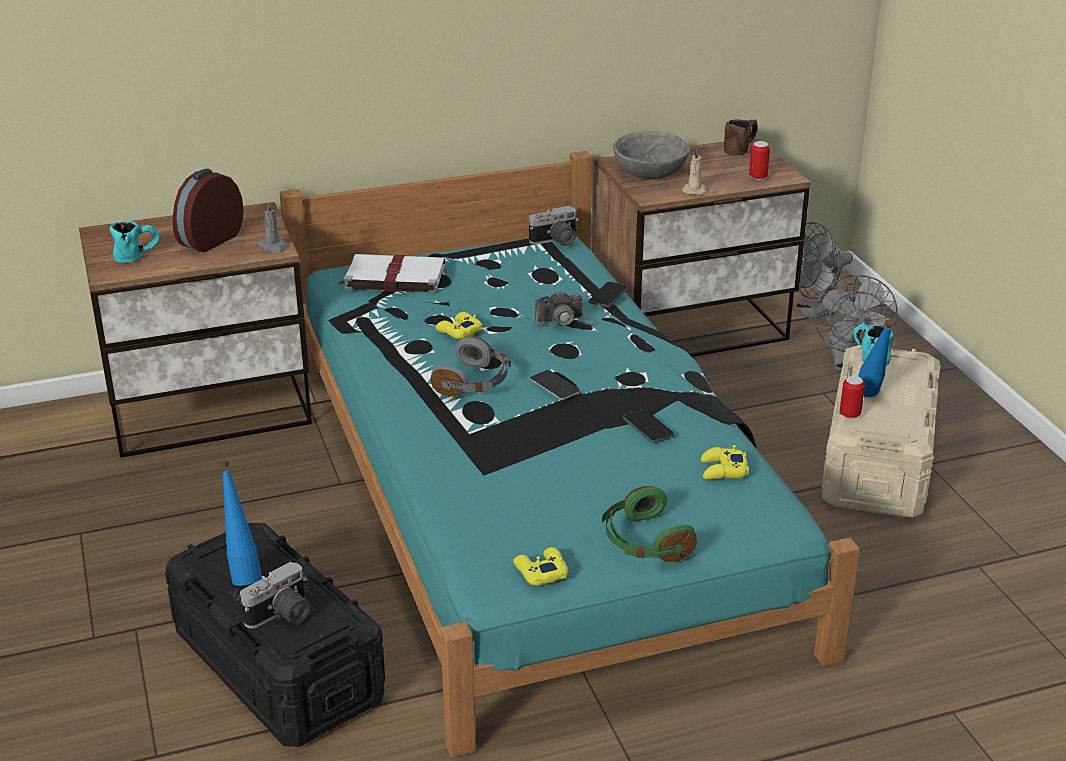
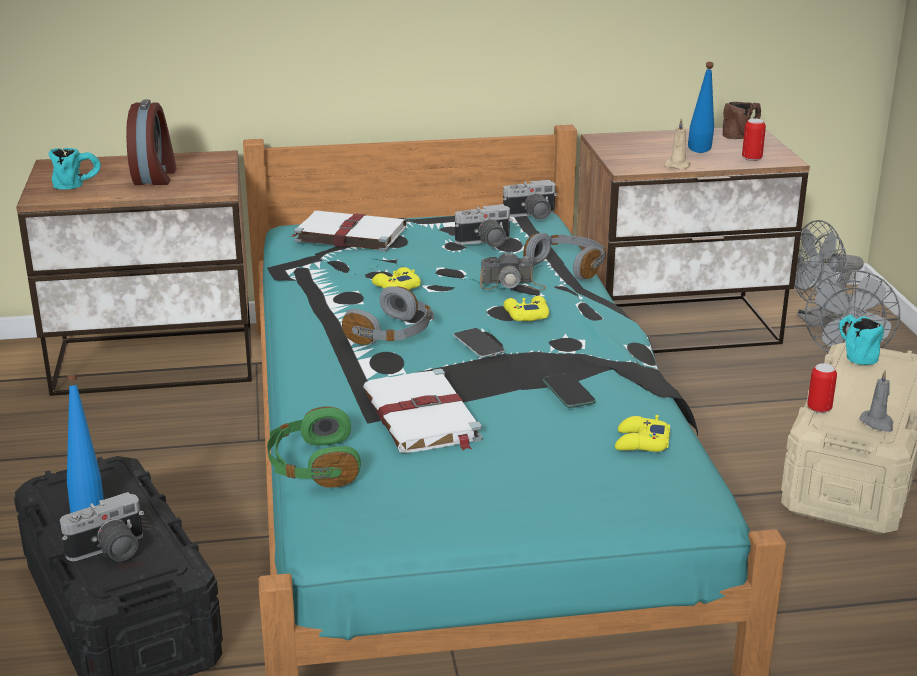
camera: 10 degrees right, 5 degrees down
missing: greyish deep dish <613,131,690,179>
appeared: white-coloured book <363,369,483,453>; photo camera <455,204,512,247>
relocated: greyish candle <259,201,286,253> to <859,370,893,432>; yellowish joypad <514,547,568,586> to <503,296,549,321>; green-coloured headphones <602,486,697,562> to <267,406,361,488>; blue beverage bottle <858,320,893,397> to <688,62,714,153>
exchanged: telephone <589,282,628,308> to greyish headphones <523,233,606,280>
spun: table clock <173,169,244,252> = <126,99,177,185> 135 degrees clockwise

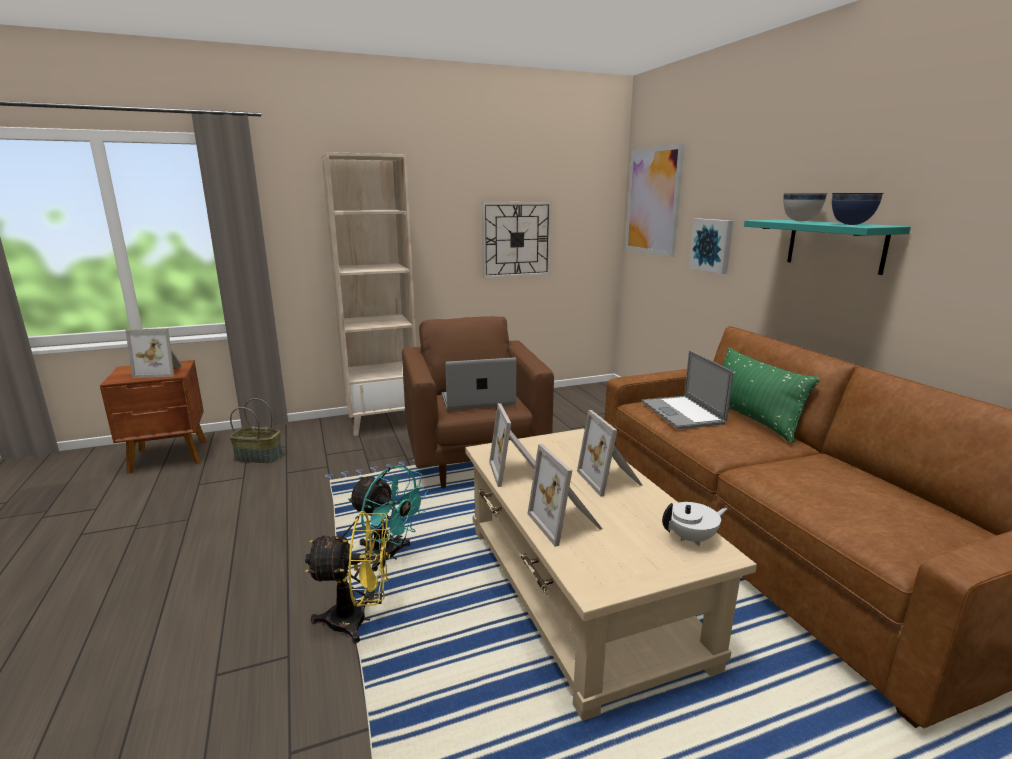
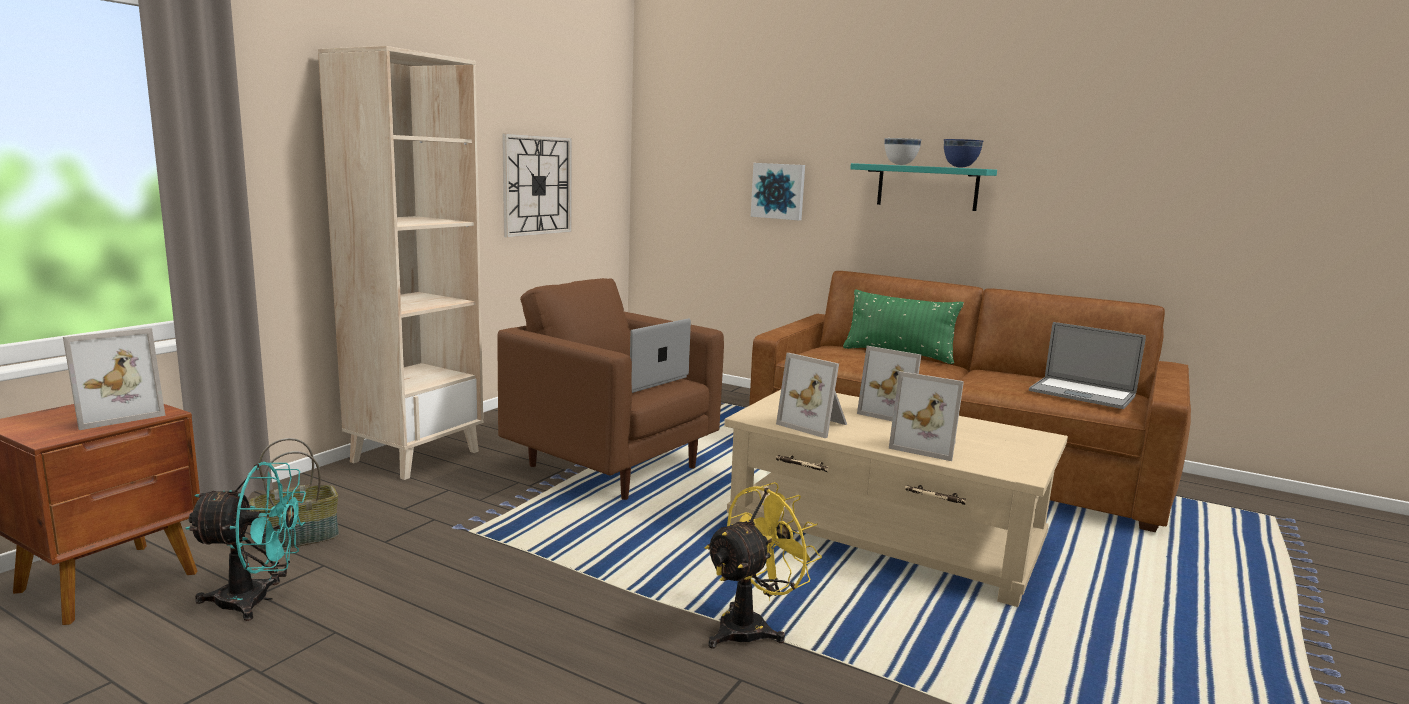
camera: 40 degrees left, 5 degrees down
missing: wall art <625,143,685,257>; white-coloured pot for tea <662,502,727,546>
relocated: turquoise-coloured electric fan <348,465,428,571> to <185,462,306,621>; laptop <641,350,733,429> to <1029,322,1146,409>

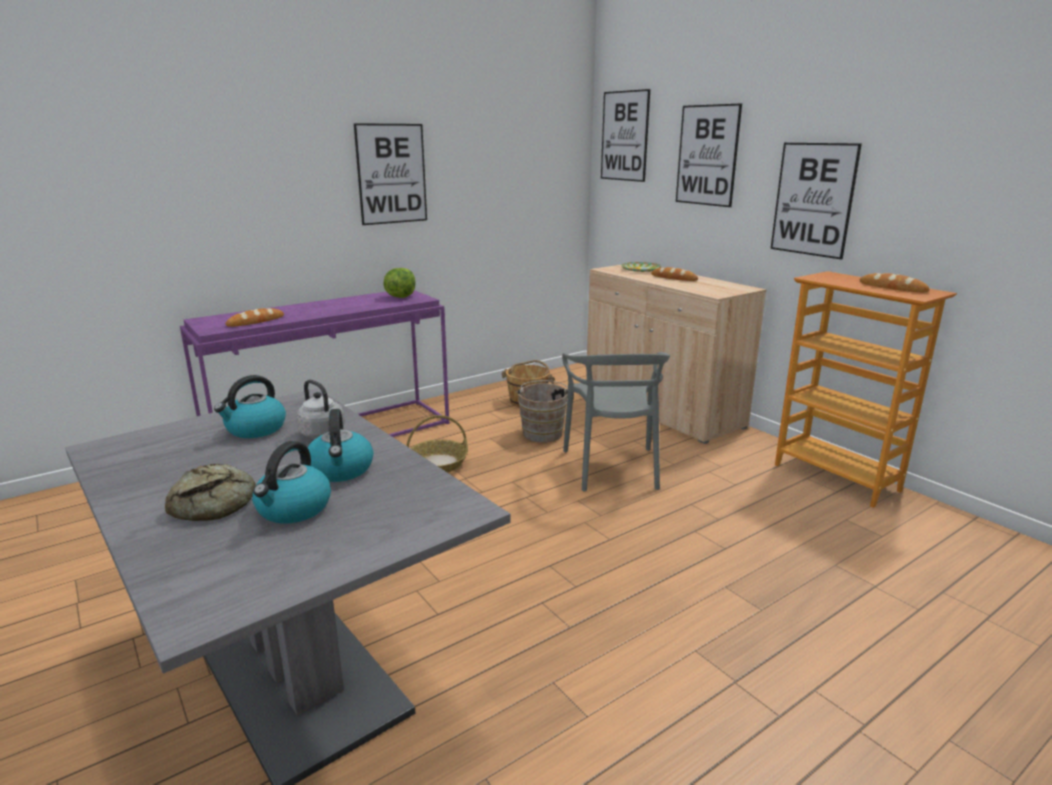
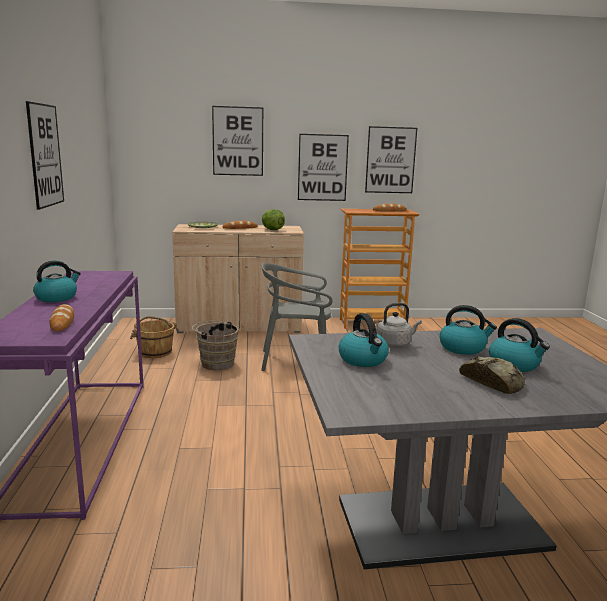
camera: 60 degrees left, 5 degrees down
missing: household basket <406,415,468,473>
appeared: tea kettle <33,260,81,302>
relocated: lettuce <383,268,415,298> to <262,209,285,230>; wall art <601,89,650,182> to <365,126,417,193>
spun: greyish upright chair <562,352,670,492> = <261,263,332,371> 150 degrees clockwise

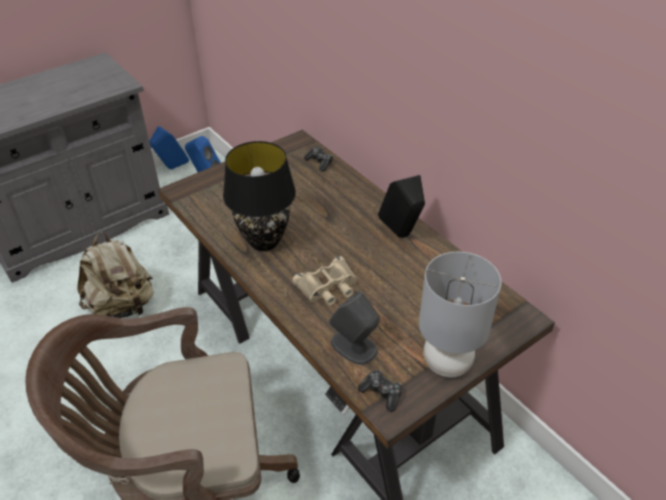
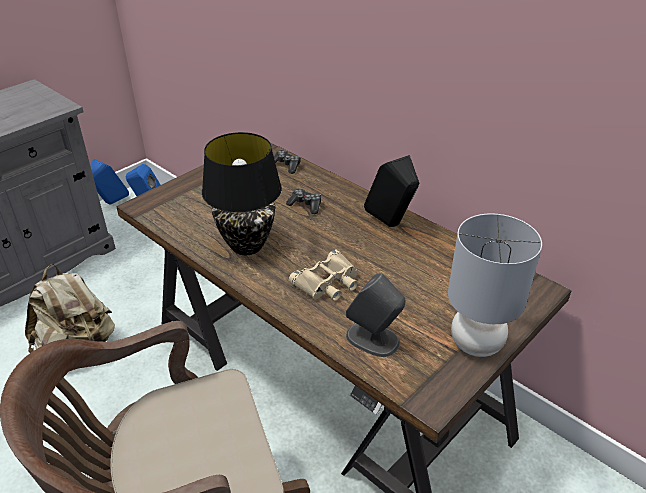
camera: 10 degrees left, 5 degrees down
relocated: joypad <358,370,402,412> to <286,189,321,214>

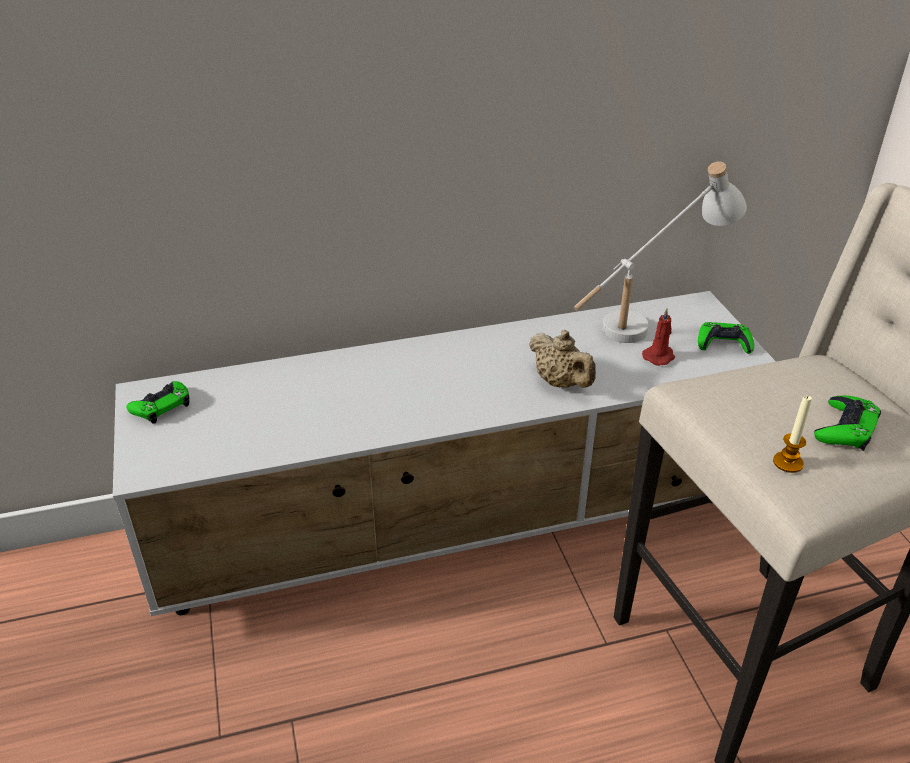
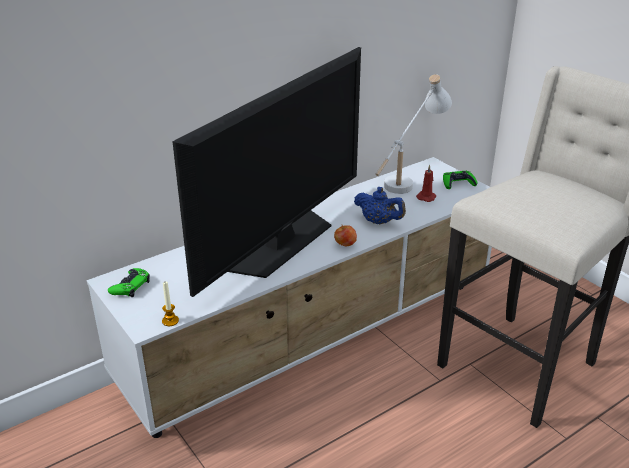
camera: 20 degrees left, 5 degrees down
missing: green-coloured joypad <814,396,881,451>
appeared: TV <172,47,361,297>; whole apple <334,225,357,246>
relocated: candle <773,395,812,473> to <162,281,179,326>
colour: beige-coloured pot for tea <529,330,596,388> to blue pot for tea <354,187,406,224>

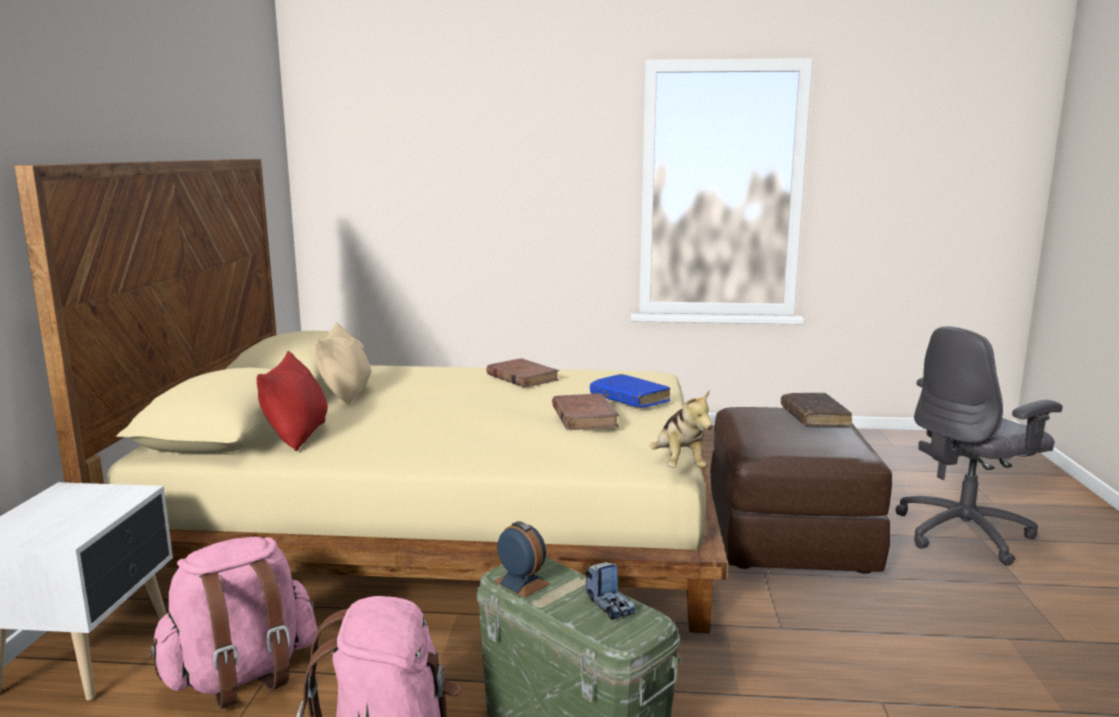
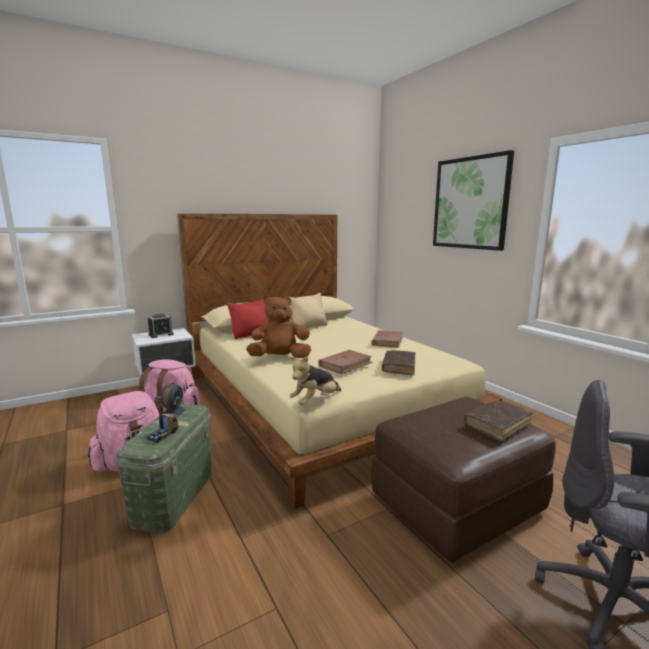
camera: 55 degrees right, 0 degrees up
appeared: table clock <148,314,174,338>; brown-coloured soft toy <246,295,311,358>; wall art <433,150,514,251>
colour: blue book <590,374,671,408> to brown-coloured book <382,350,416,375>

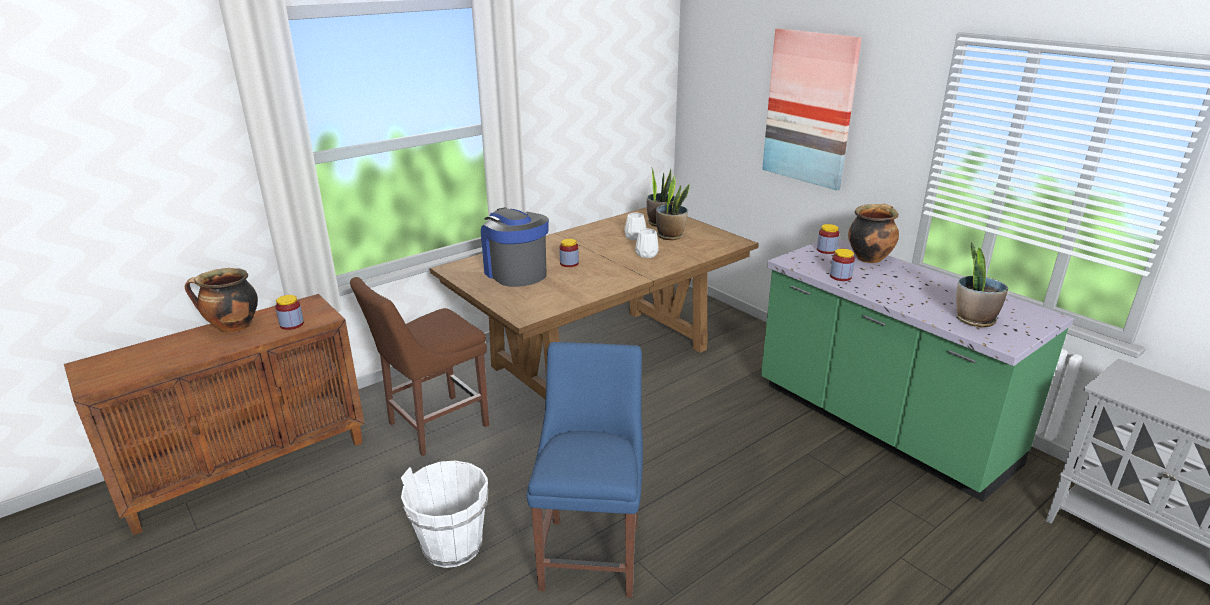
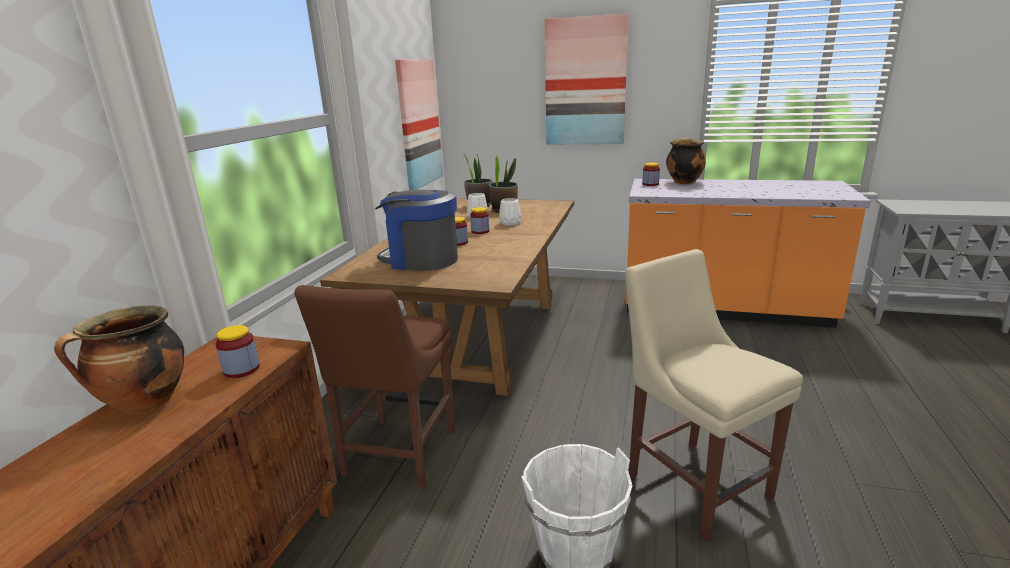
camera: 35 degrees left, 5 degrees down
missing: houseplant <956,241,1008,327>
appeared: wall art <395,60,443,190>
relocated: preserve jar <830,249,855,281> to <470,207,489,234>
colour: blue upright chair <527,342,643,598> to beige-coloured upright chair <625,249,803,541>; green-coloured counter <761,239,1074,502> to orange counter <626,179,871,328>

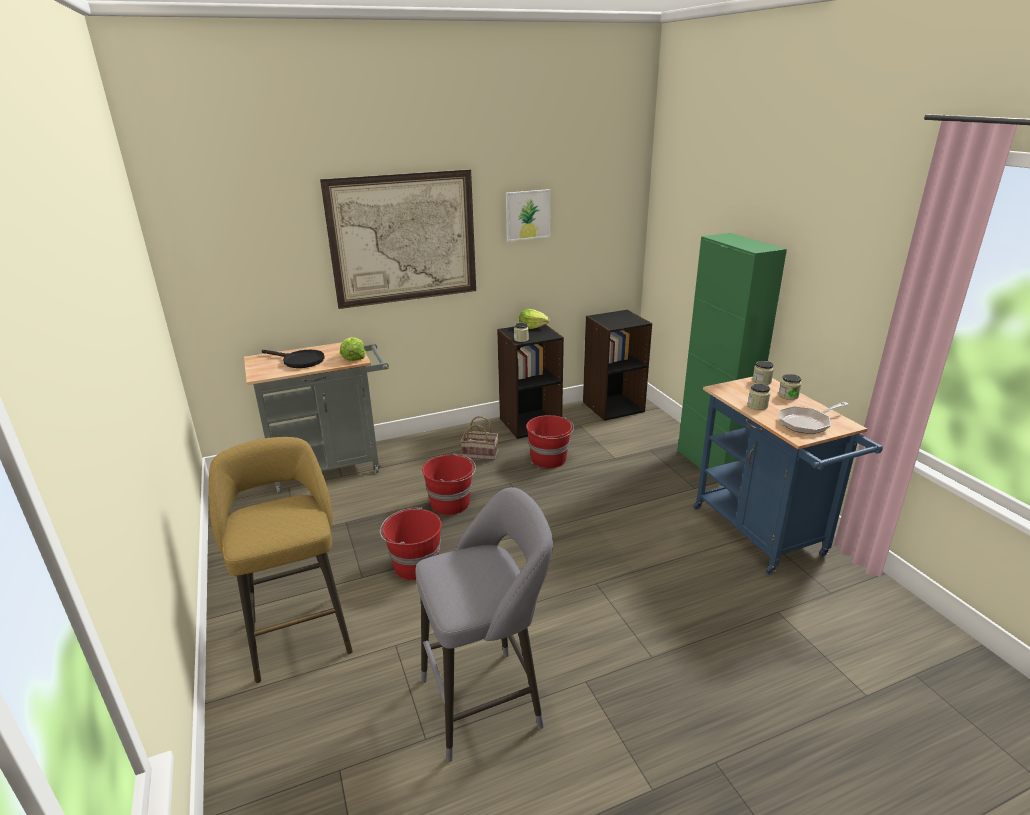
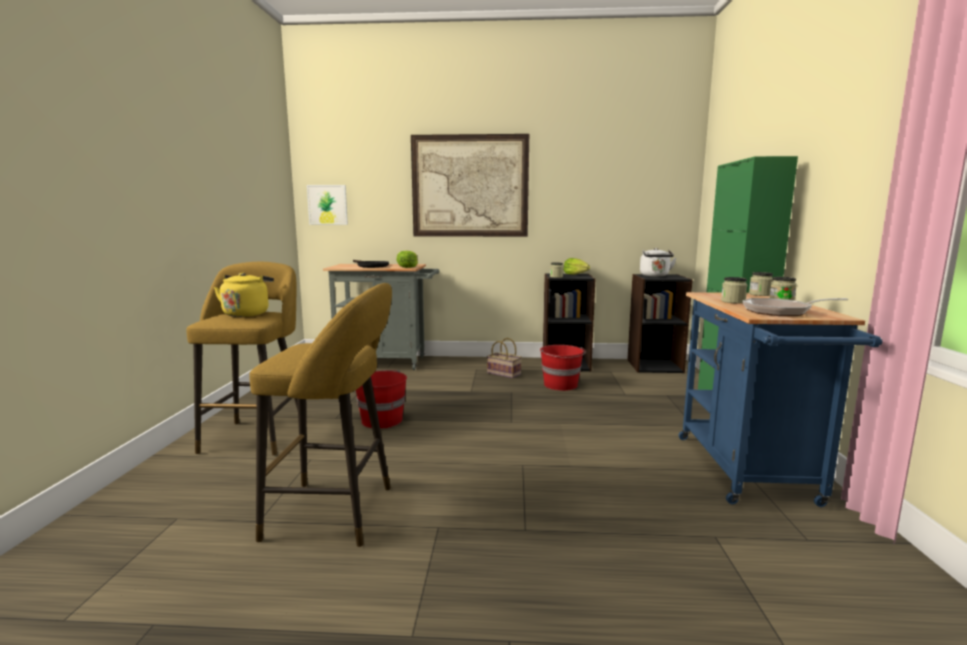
camera: 25 degrees right, 15 degrees down
missing: red water bucket <422,453,476,515>
appeared: yellowish tea kettle <214,272,274,317>; white-coloured tea kettle <640,248,676,277>
relocated: wall art <506,189,551,241> to <307,185,348,225>
colour: greyish stool <415,487,553,762> to yellowish stool <249,283,392,547>

